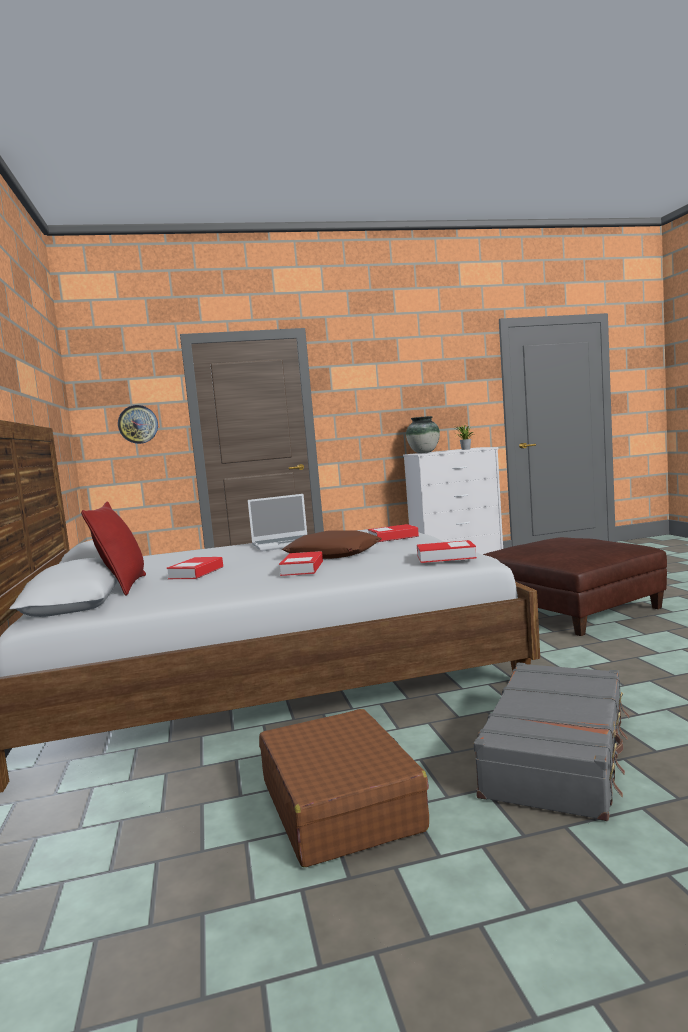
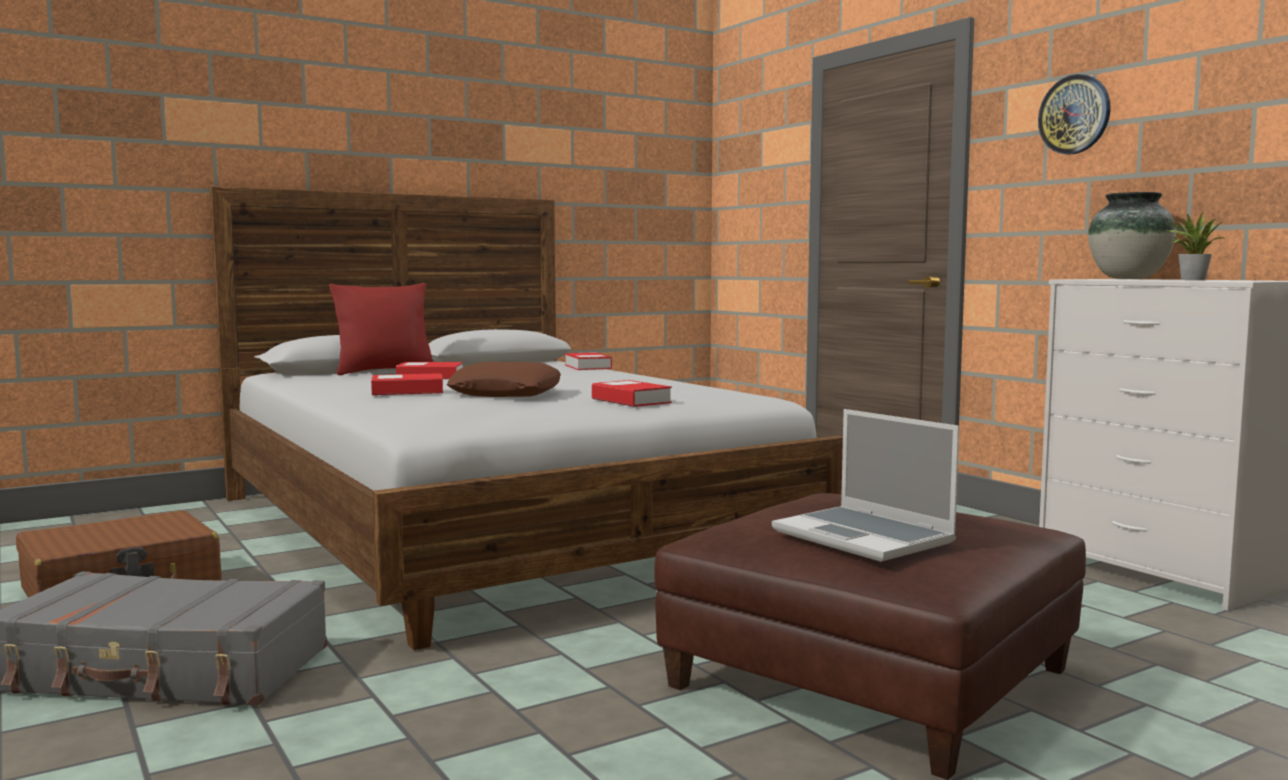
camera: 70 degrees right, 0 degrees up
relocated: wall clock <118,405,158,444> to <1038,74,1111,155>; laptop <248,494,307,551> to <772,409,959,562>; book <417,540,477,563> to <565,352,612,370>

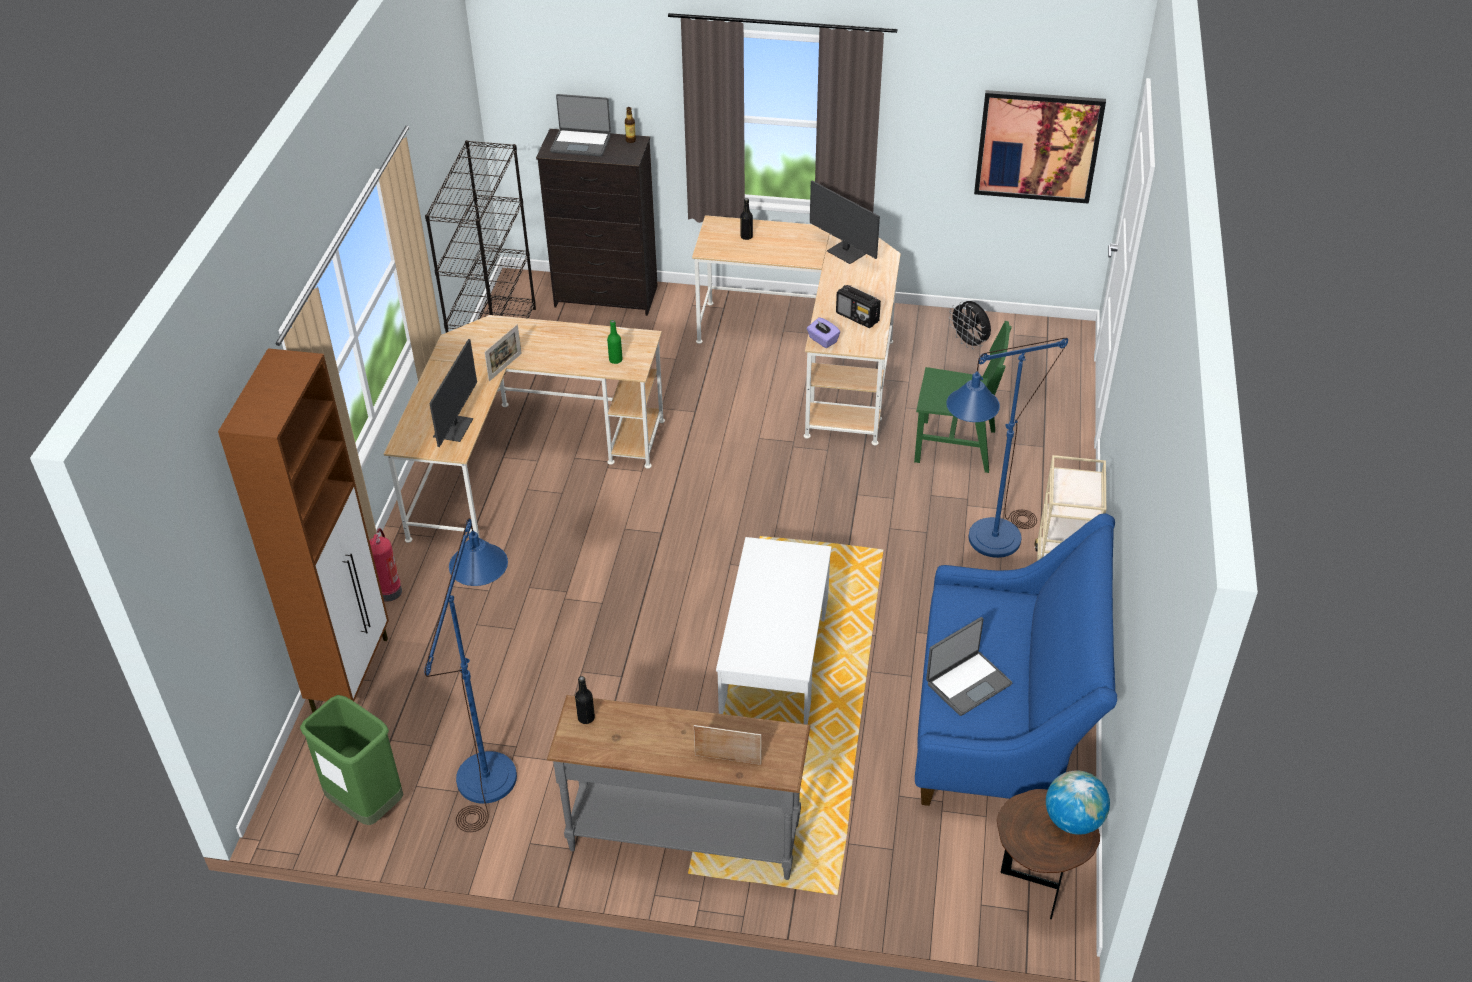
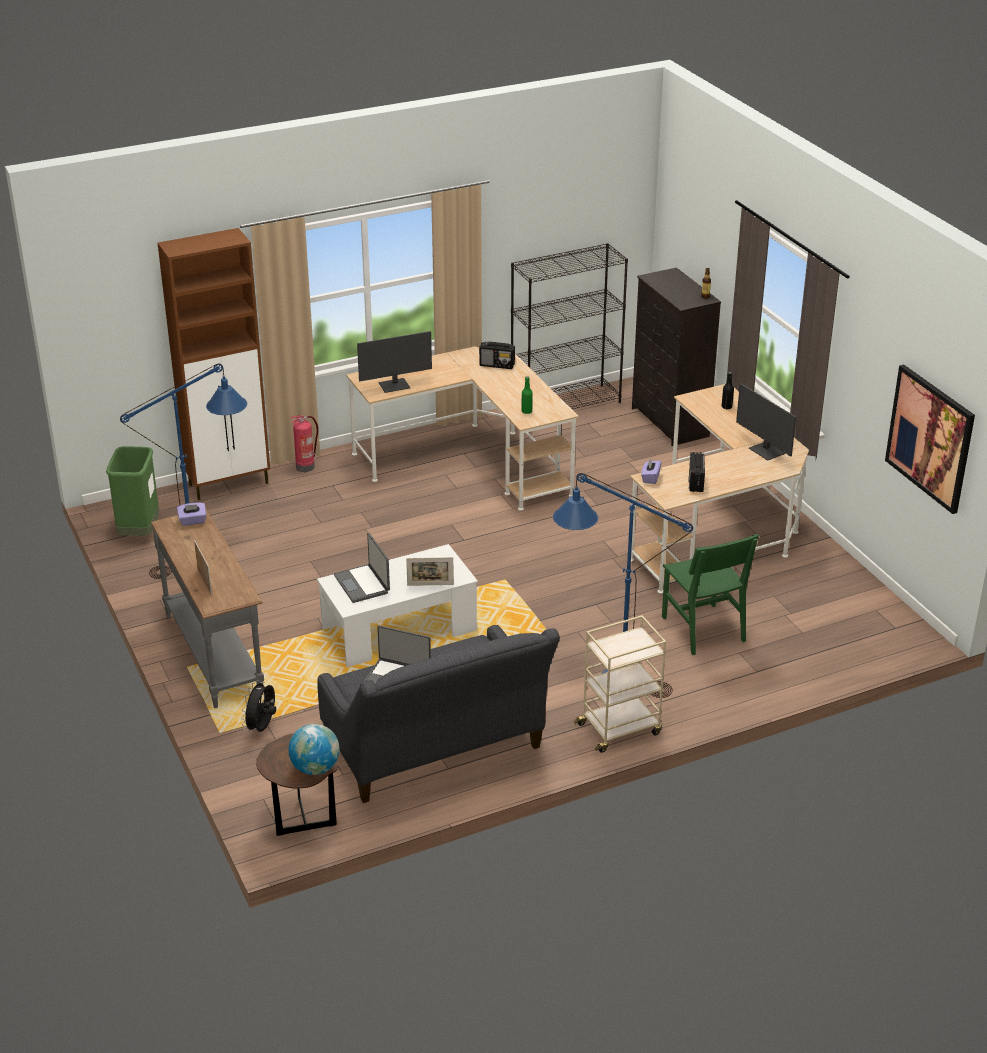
camera: 55 degrees right, 10 degrees down
appeared: radio <479,341,515,369>
relocated: photo frame <484,324,522,381> to <406,557,454,586>; laptop <550,94,611,157> to <334,533,390,603>; black-coloured electric fan <949,301,991,349> to <241,680,276,733>
exchanged: black-coloured beverage bottle <575,676,595,724> to purple-coloured tissue holder <177,503,206,526>
colour: blue sofa <915,513,1117,806> to greyish sofa <317,625,560,803>
spun: monitor <810,181,880,264> = <736,384,796,461> 45 degrees counterclockwise

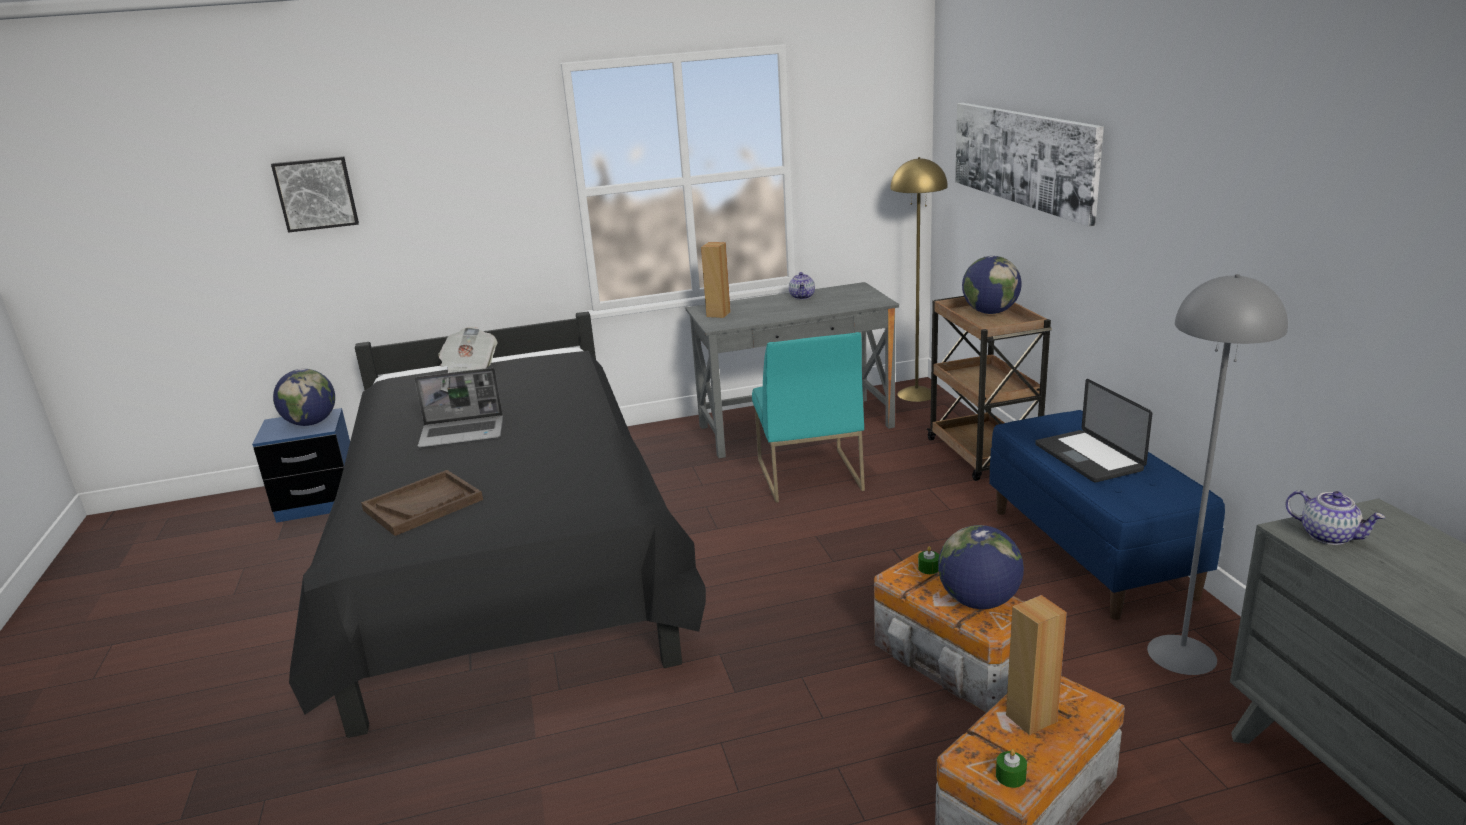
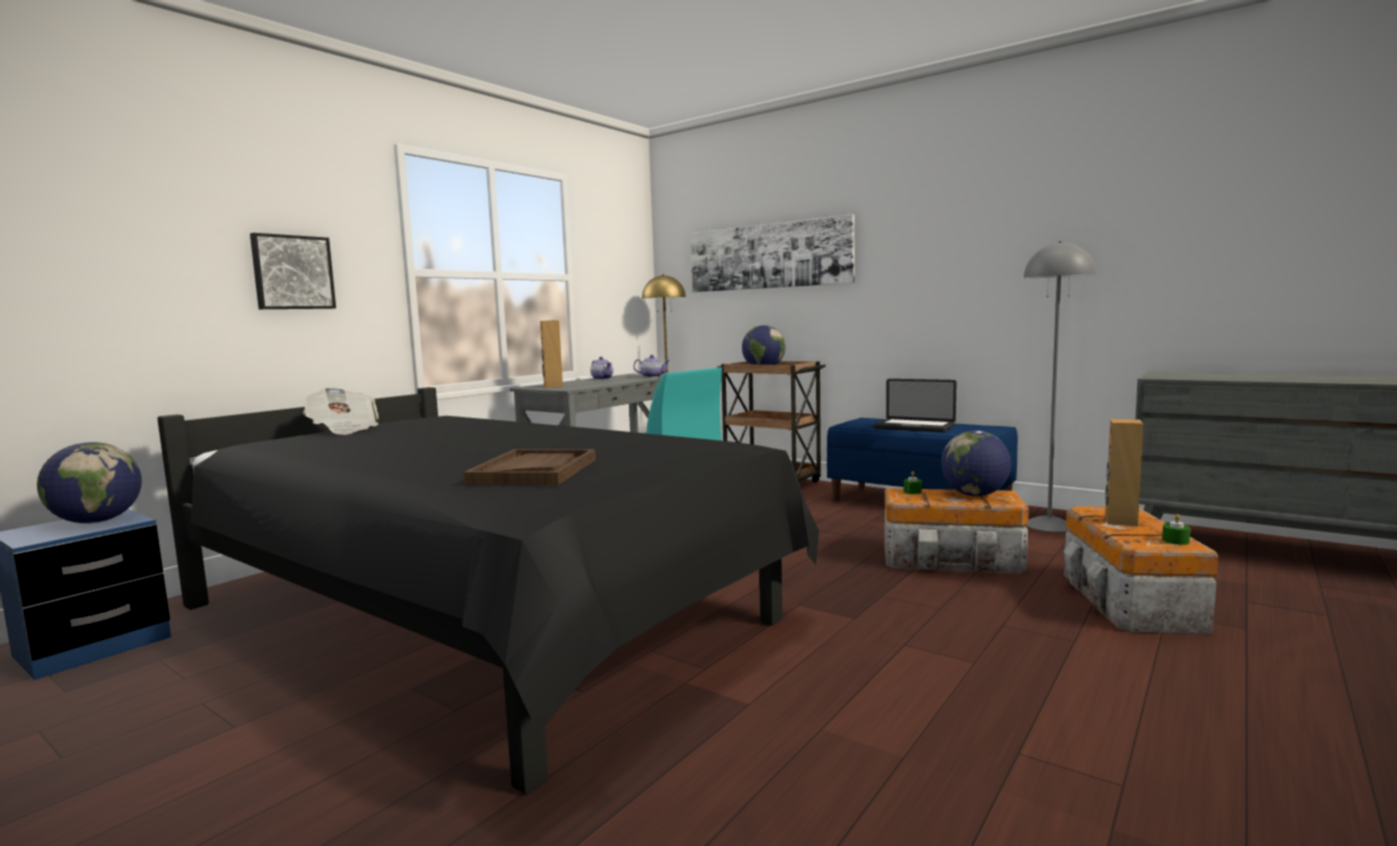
camera: 40 degrees left, 15 degrees down
missing: laptop <415,368,503,448>
relocated: wall art <271,156,359,233> to <250,233,336,309>; pot for tea <1286,490,1385,545> to <633,355,670,378>

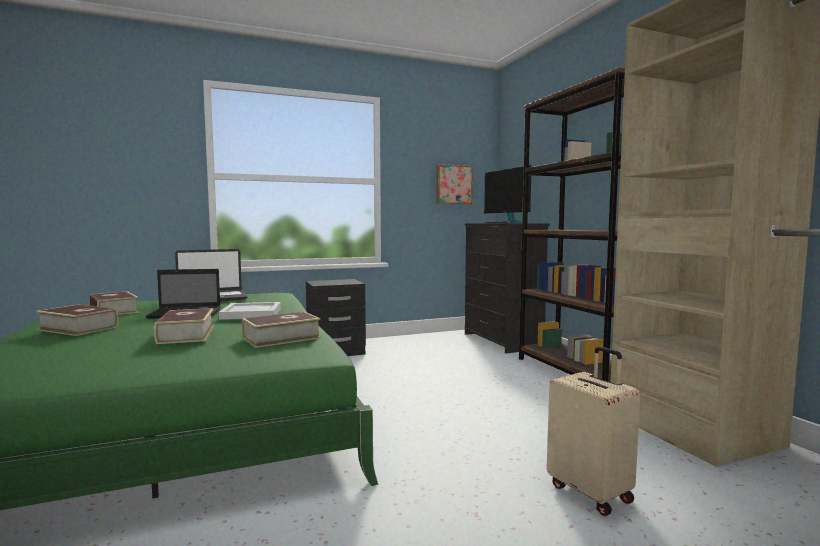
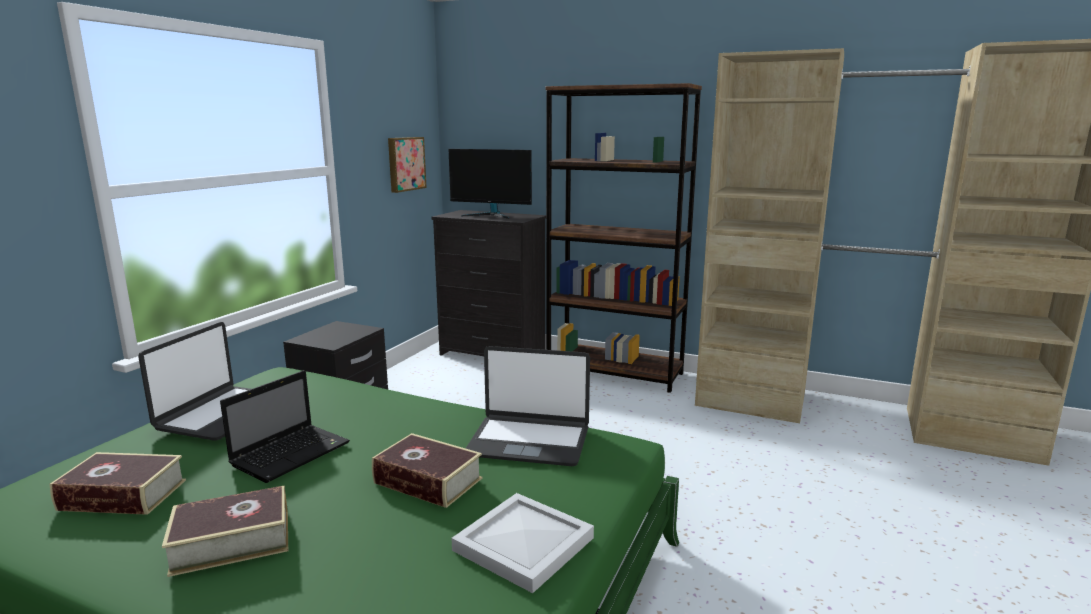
camera: 45 degrees left, 10 degrees up
missing: beige-coloured travel case <547,346,640,516>
relocated: white-coloured carrying tray <219,302,281,320> to <452,493,594,593>
exchanged: book <242,312,321,348> to laptop <465,346,590,466>

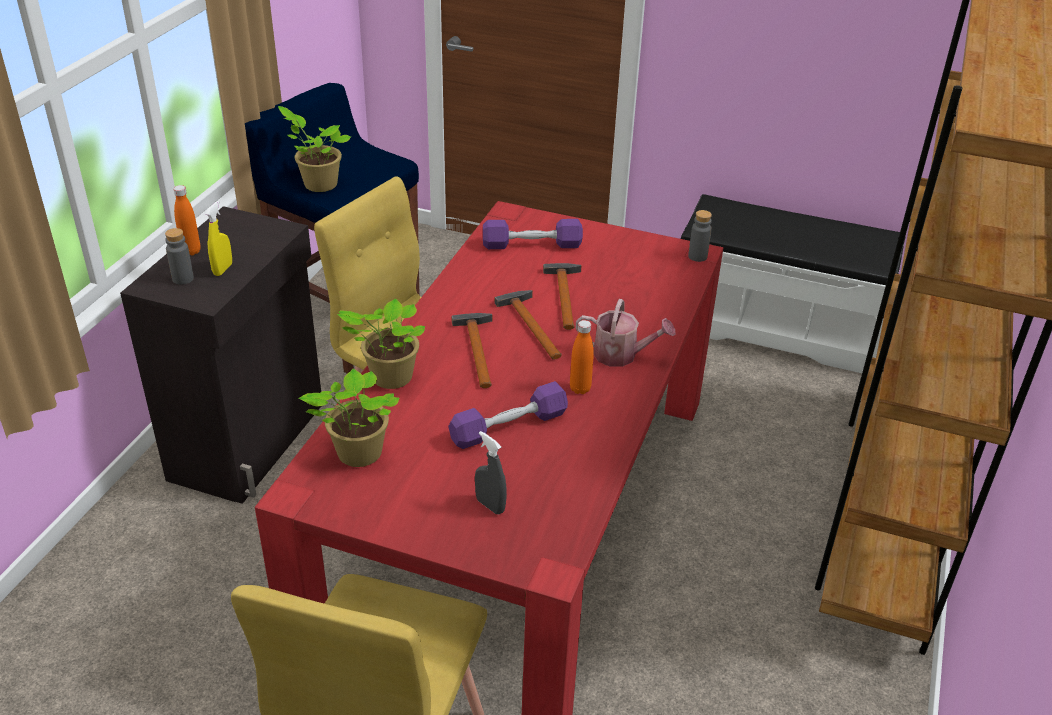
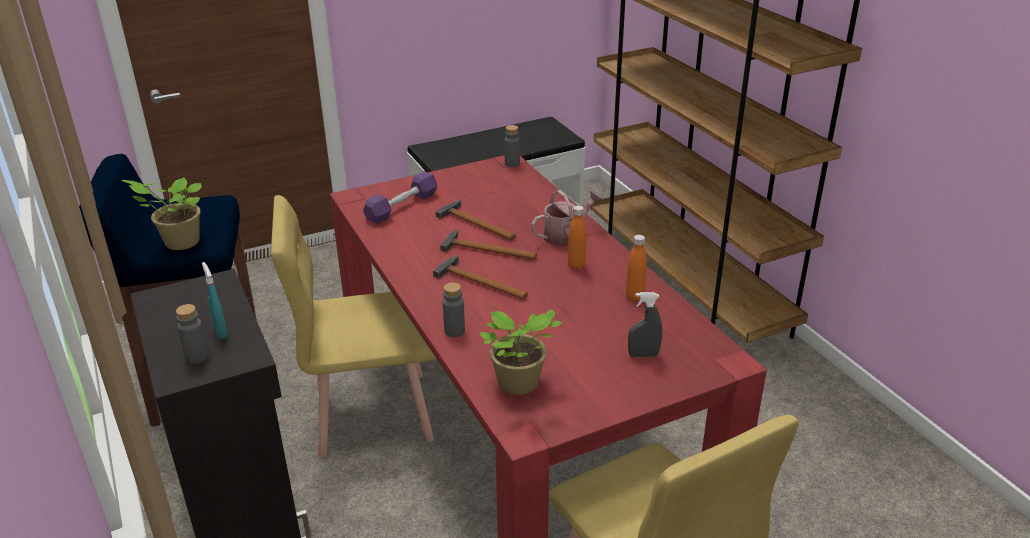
camera: 45 degrees left, 5 degrees down
missing: purple-coloured dumbbell <448,381,568,449>
relocated: orange beverage bottle <173,185,201,256> to <626,235,647,302>
exchanged: houseplant <337,298,425,389> to greyish beverage bottle <443,283,465,337>
colour: yellowish sprayer <206,201,232,276> to turquoise-coloured sprayer <202,262,228,339>

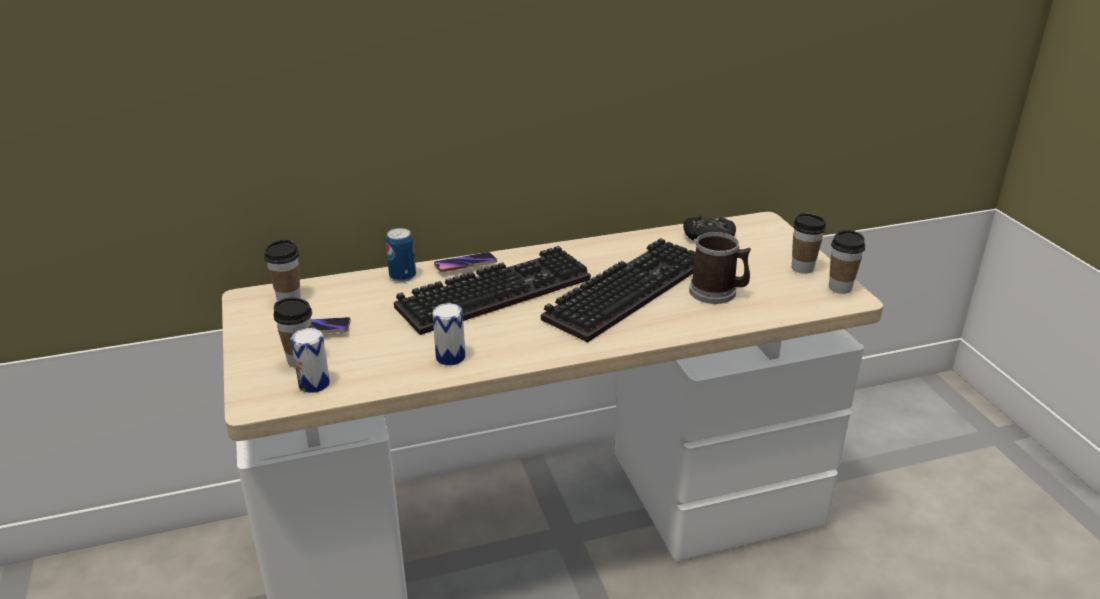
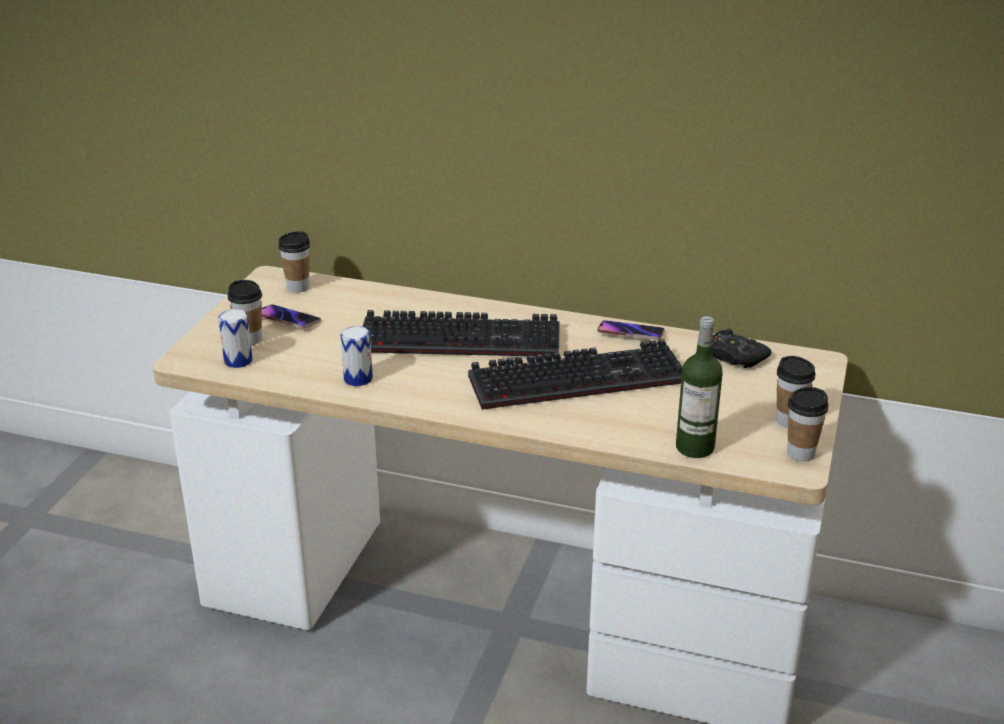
camera: 35 degrees right, 0 degrees up
missing: sealed can <386,228,416,282>; tea mug <689,232,751,304>
appeared: beverage bottle <676,316,723,458>
relocated: telephone <434,252,497,272> to <598,320,665,340>

